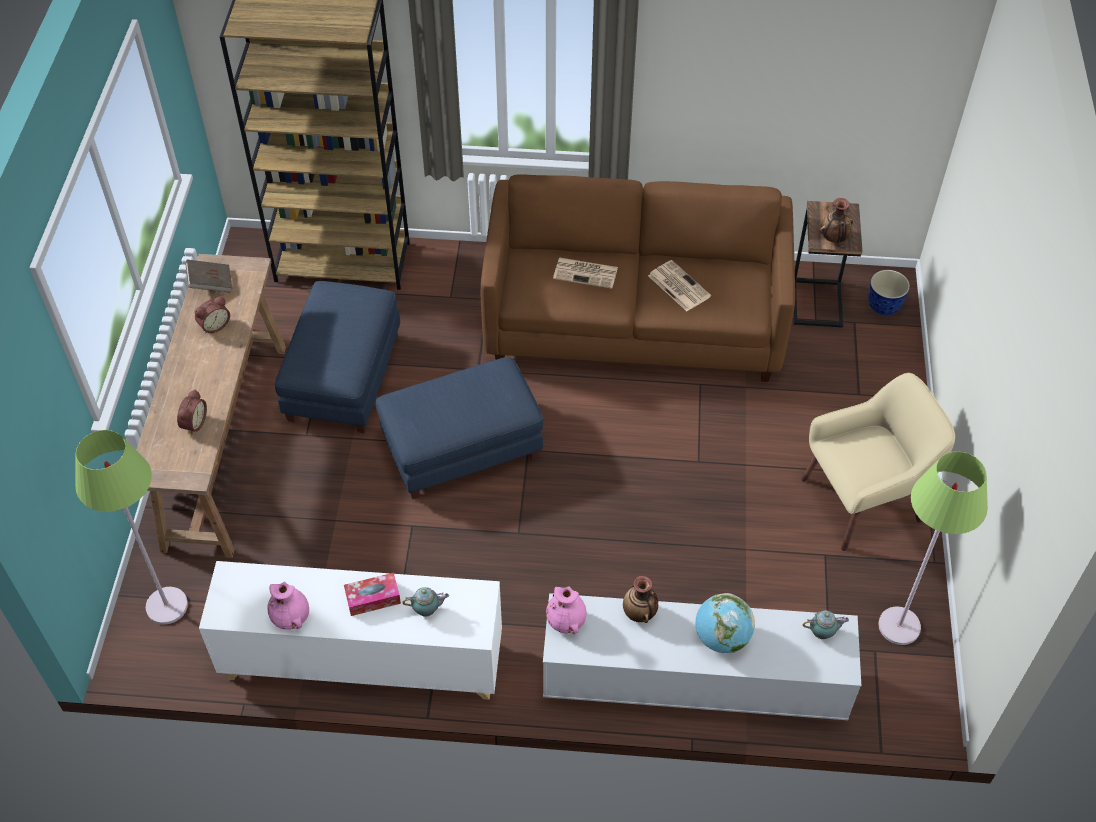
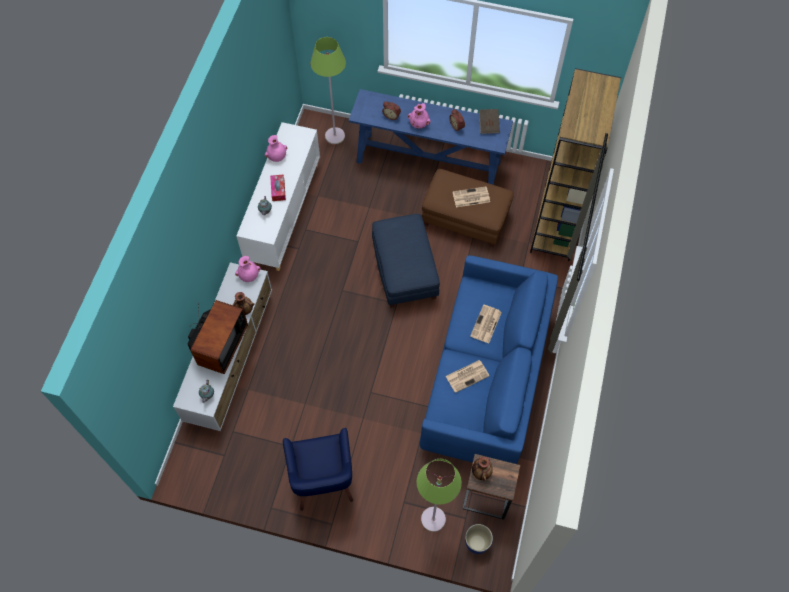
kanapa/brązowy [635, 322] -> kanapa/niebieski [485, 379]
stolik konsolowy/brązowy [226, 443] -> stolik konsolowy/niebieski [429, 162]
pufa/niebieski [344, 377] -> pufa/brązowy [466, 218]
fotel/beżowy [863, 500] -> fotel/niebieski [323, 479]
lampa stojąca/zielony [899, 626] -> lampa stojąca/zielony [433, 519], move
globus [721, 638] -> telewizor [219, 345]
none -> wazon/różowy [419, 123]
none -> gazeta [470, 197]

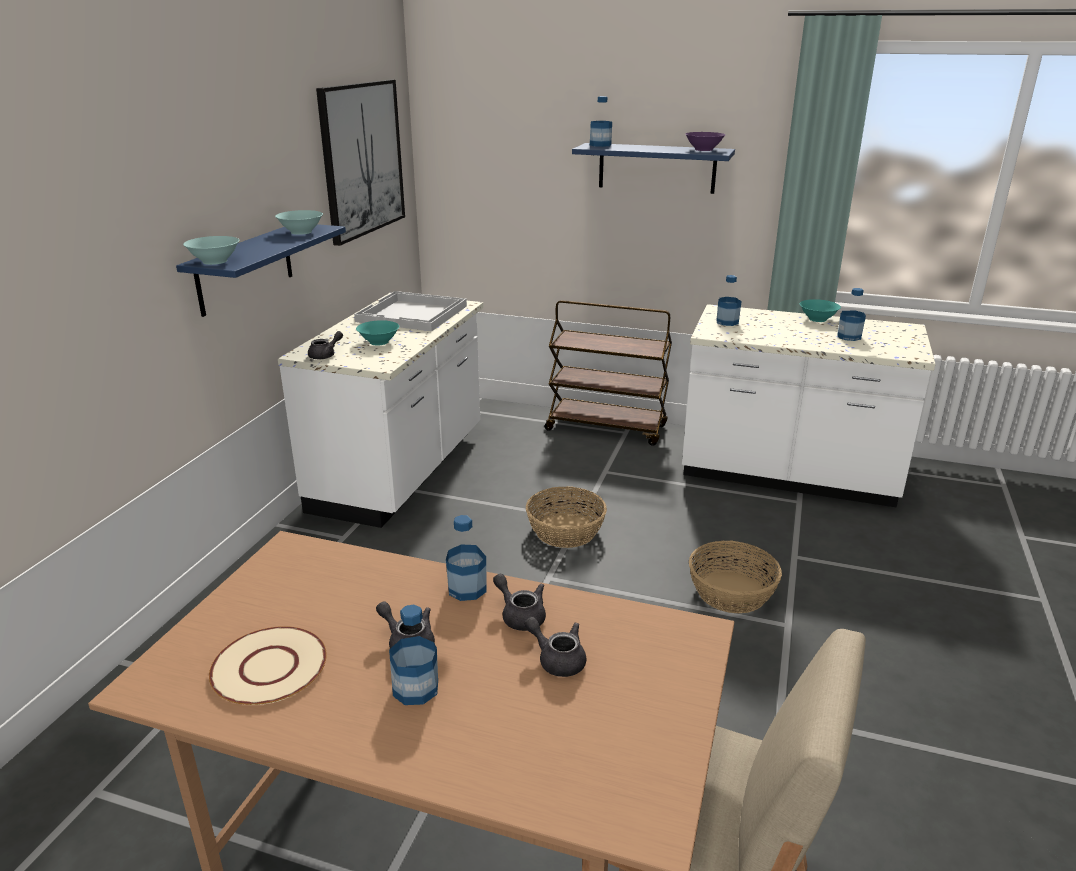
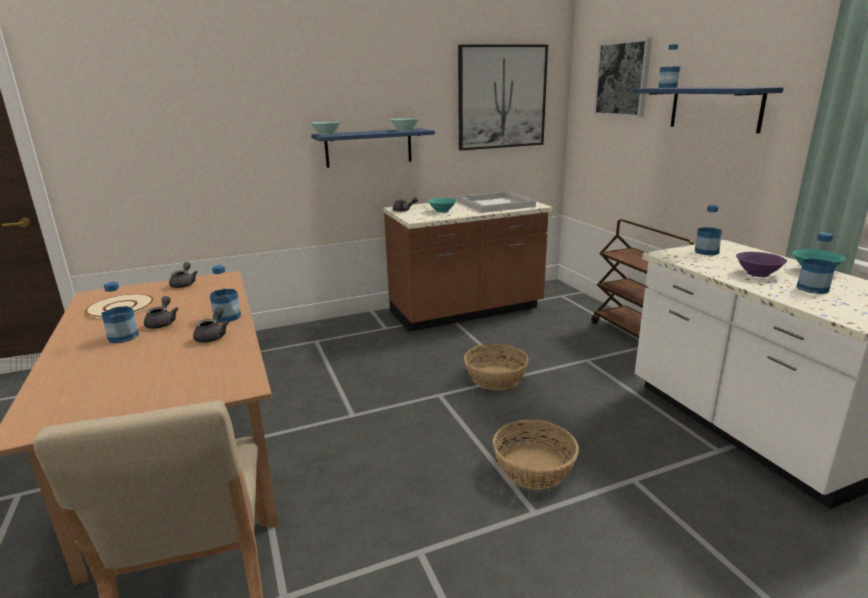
miska/fioletowy [704, 149] -> miska/fioletowy [758, 274], move
zabudowa kuchenna/biały [401, 471] -> zabudowa kuchenna/brązowy [466, 311]
imbryk/szary [557, 659] -> imbryk/szary [184, 284], move
none -> obraz [622, 79]

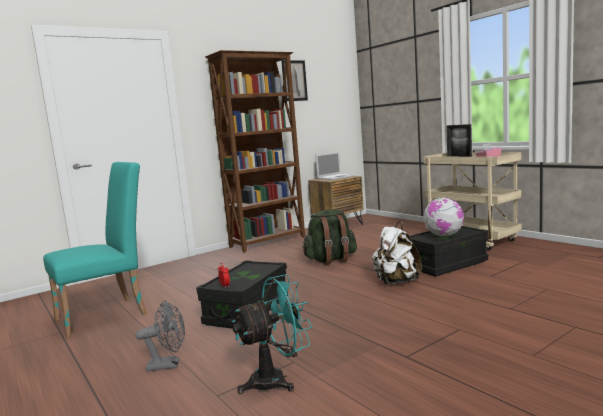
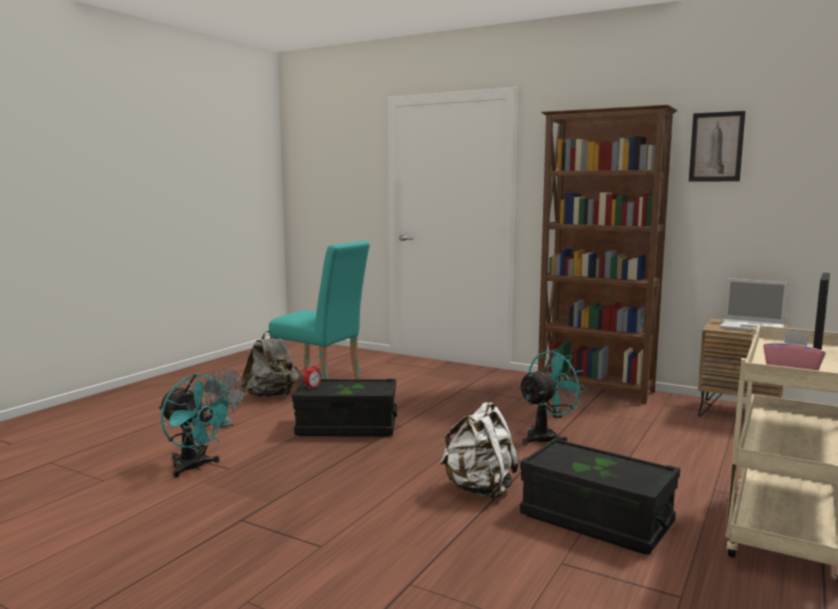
globus [444, 235] -> none
plecak/zielony [331, 260] -> wentylator/turkusowy [546, 437]
none -> plecak/szary [271, 396]

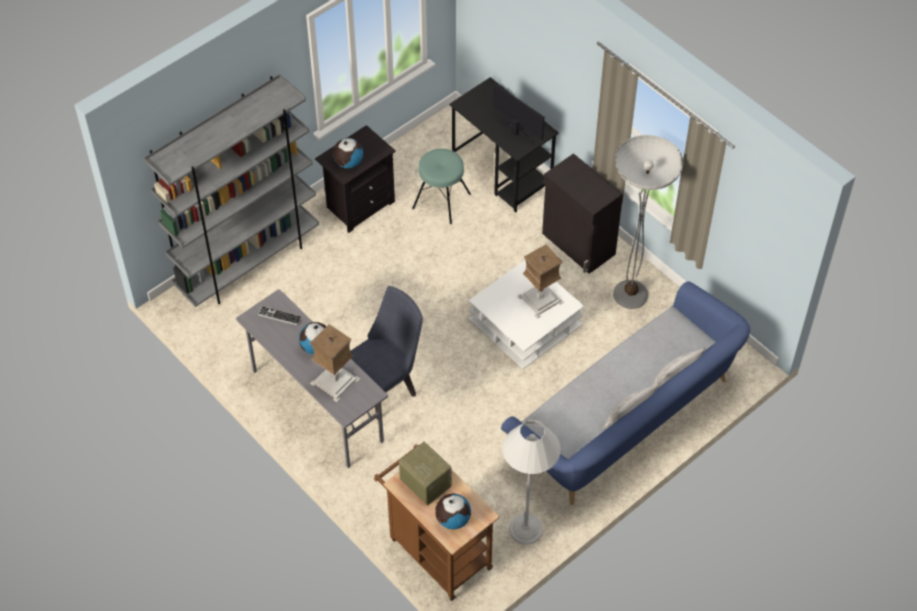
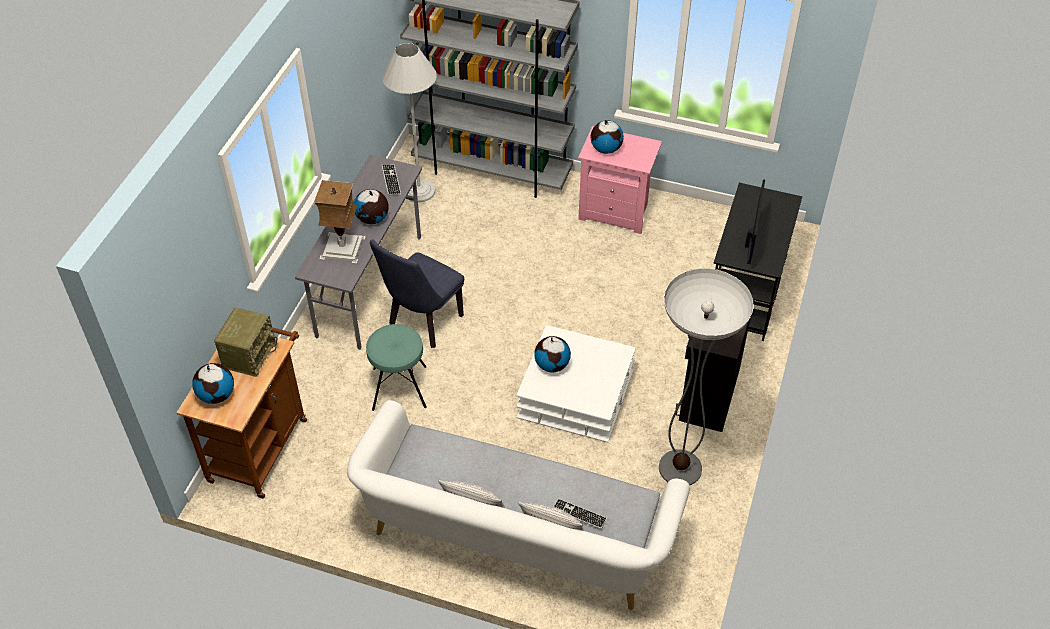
szafka nocna/czarny [359, 205] -> szafka nocna/różowy [616, 212]
stołek/turkusowy [441, 201] -> stołek/turkusowy [399, 387], move
lampa stołowa [540, 298] -> none
kanapa/niebieski [626, 419] -> kanapa/biały [515, 536]
krzesło/niebieski [386, 387] -> krzesło/niebieski [422, 324], 105 degrees clockwise
lampa stojąca/biały [526, 529] -> lampa stojąca/biały [419, 191], move
none -> globus [552, 365]
none -> klawiatura [579, 514]

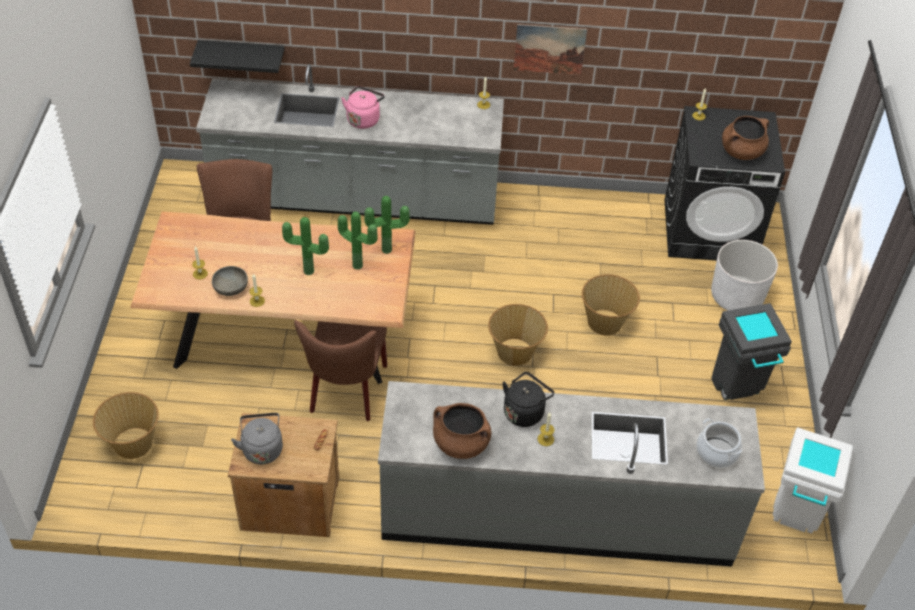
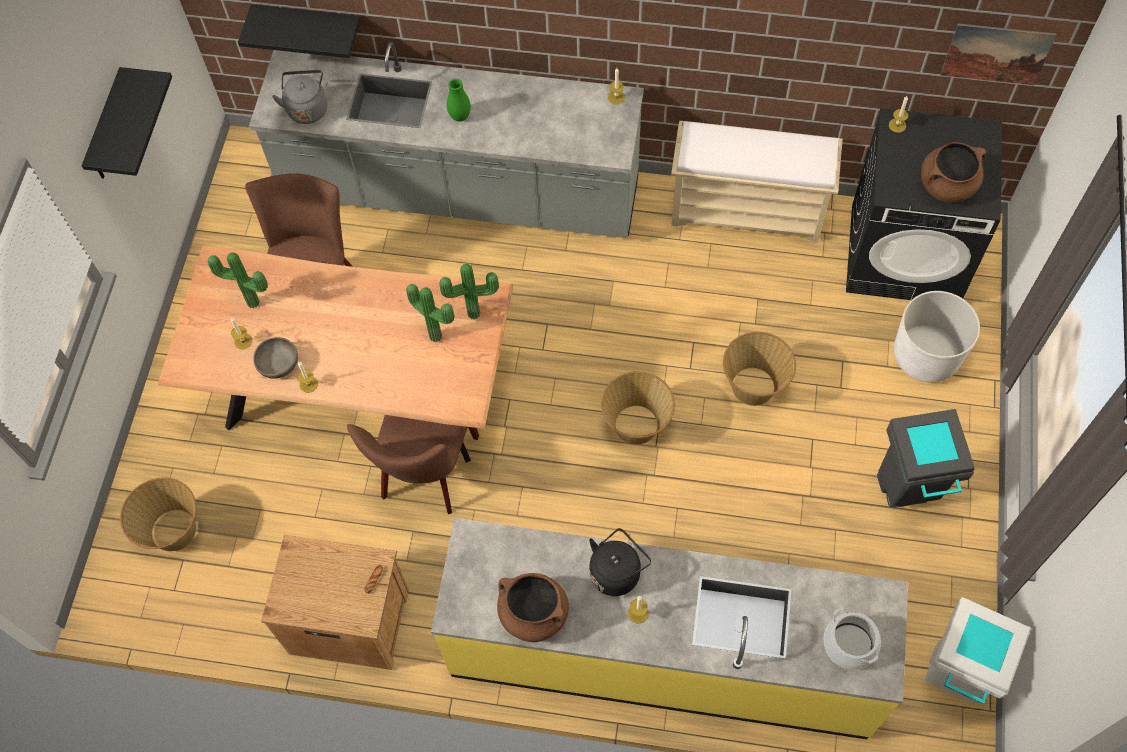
obraz [549, 49] -> obraz [996, 54], move
czajnik/różowy [364, 119] -> wazon/zielony [460, 117]
roślina doniczkowa [308, 273] -> roślina doniczkowa [252, 305], move
zabudowa kuchenna/szary [556, 514] -> zabudowa kuchenna/żółty [662, 655]
czajnik/szary [262, 448] -> czajnik/szary [307, 108], move
none -> półka/czarny [108, 129]
none -> ławka/beżowy [748, 211]

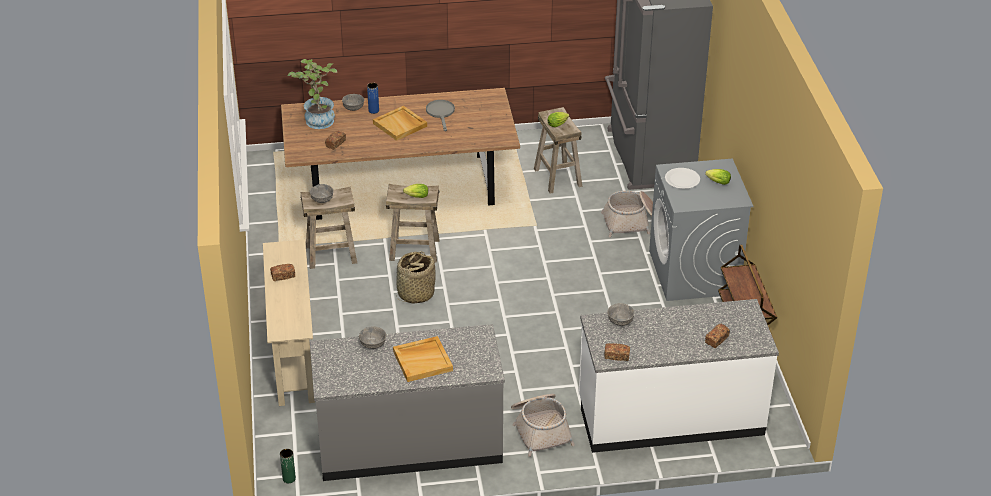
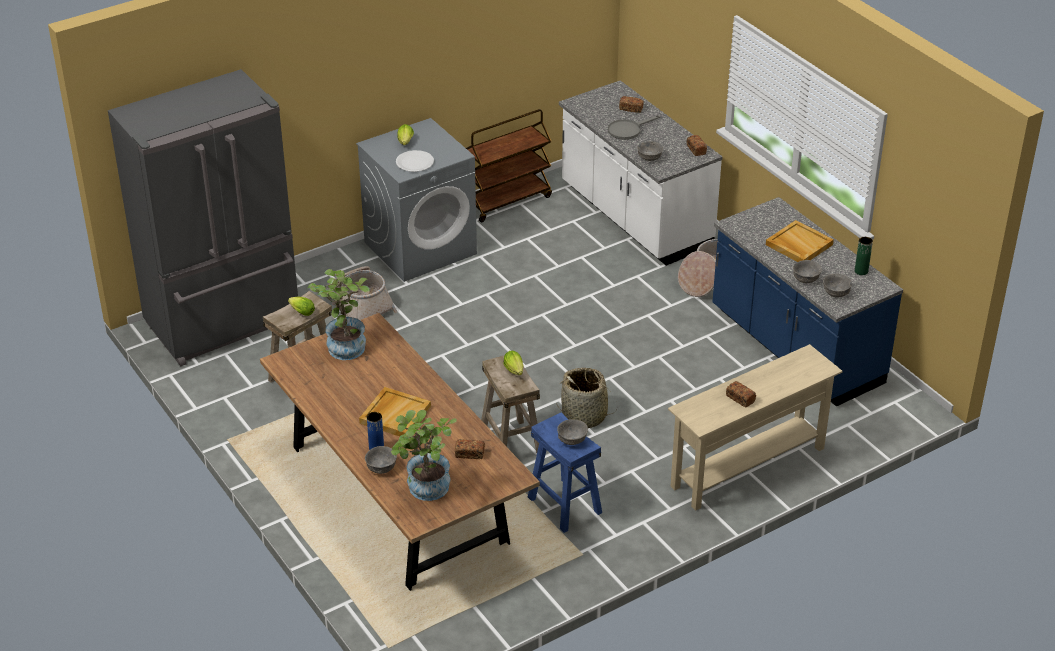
patelnia/szary [441, 113] -> patelnia/szary [628, 130], move
stołek/beżowy [331, 255] -> stołek/niebieski [565, 505]
zabudowa kuchenna/szary [409, 443] -> zabudowa kuchenna/niebieski [795, 348]
wazon/zielony [289, 478] -> wazon/zielony [861, 271], move
none -> roślina doniczkowa [344, 344]
none -> miska/szary [836, 293]

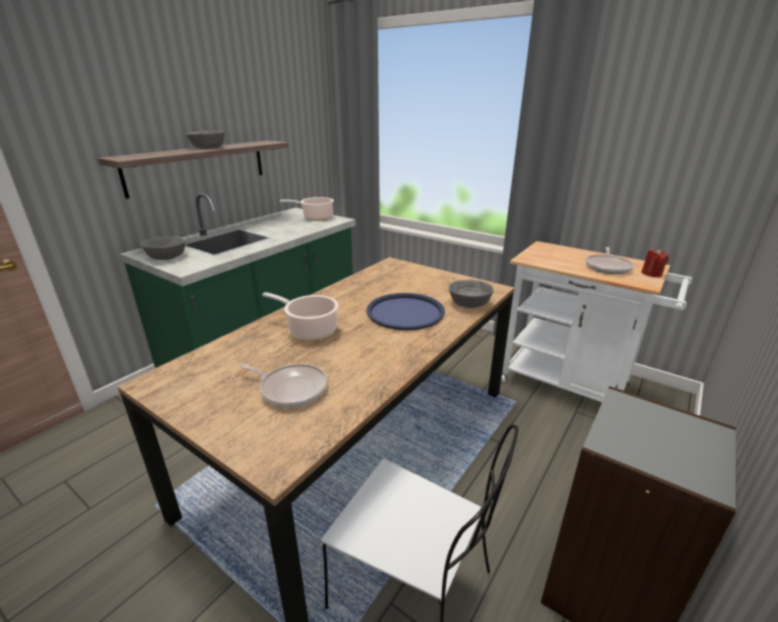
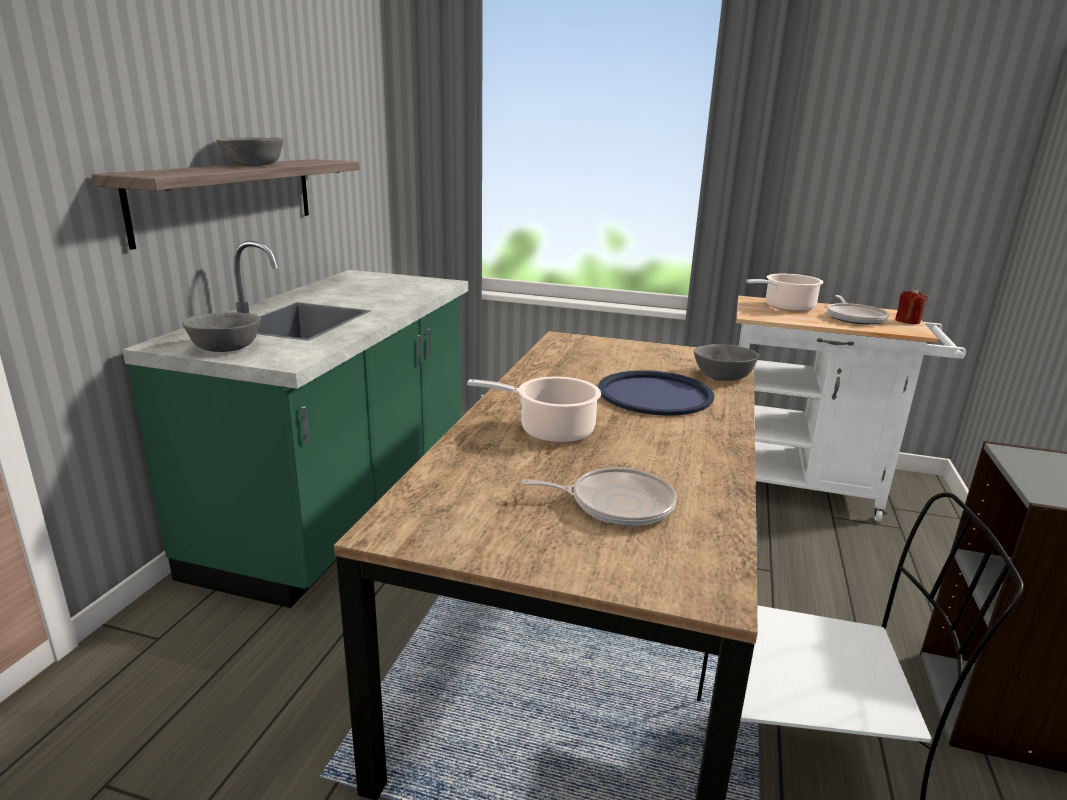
garnek [316, 218] -> garnek [786, 307], move

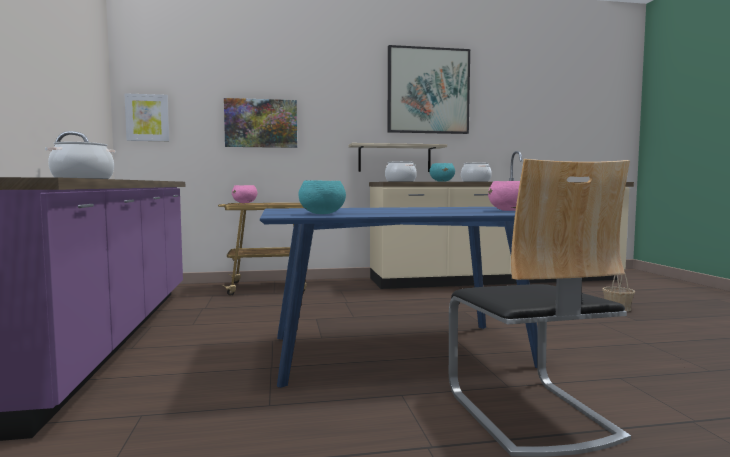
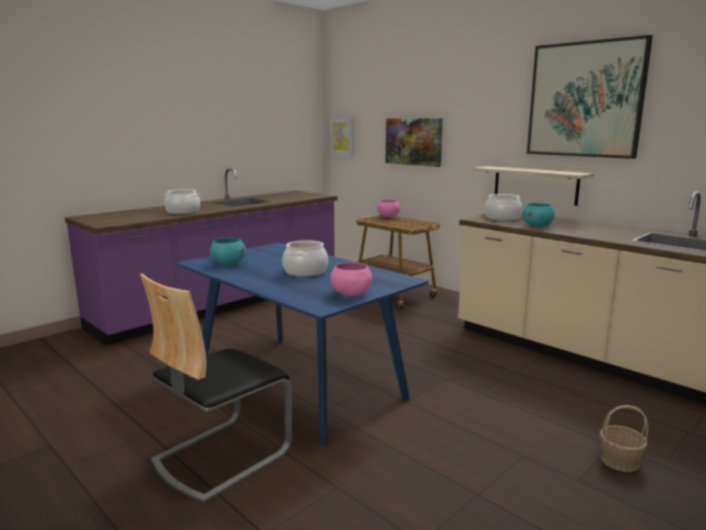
garnek [475, 181] -> garnek [305, 271], move

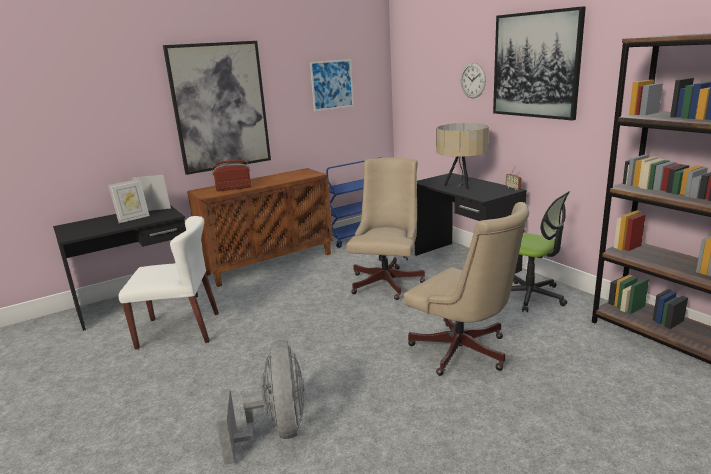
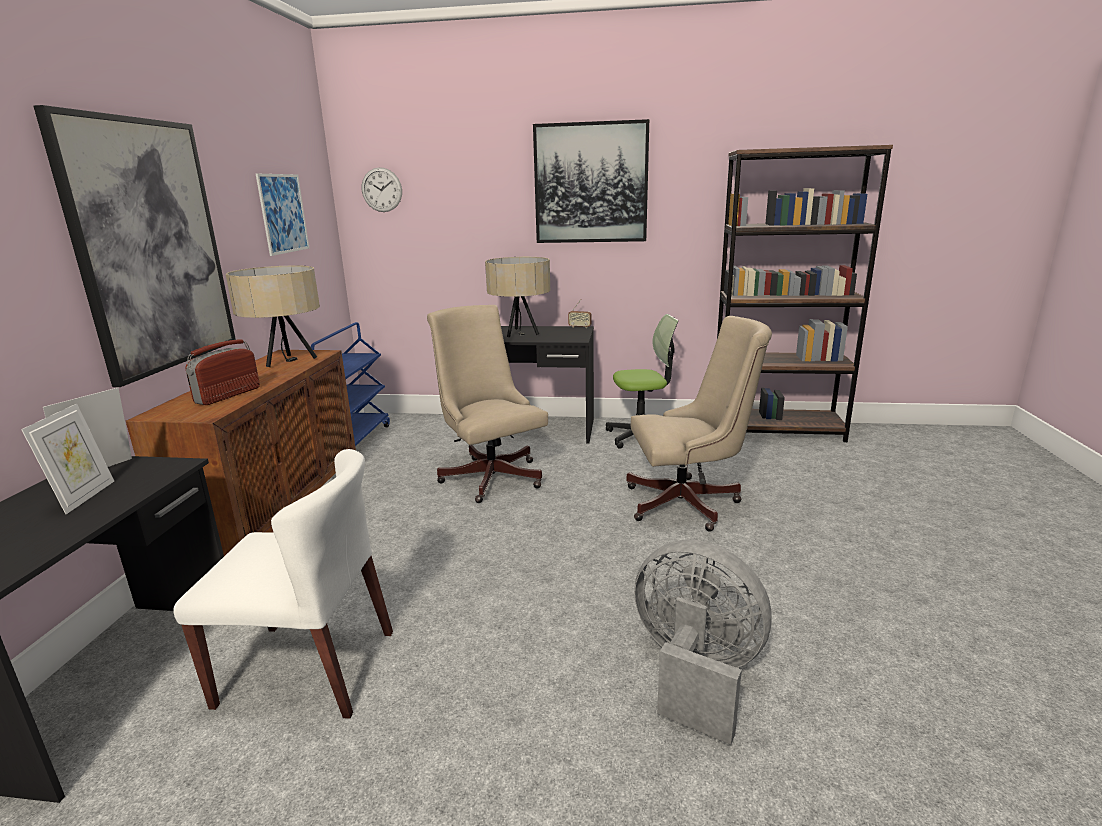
zegar ścienny [473, 80] -> zegar ścienny [381, 190], move
krzesło/biały [180, 330] -> krzesło/biały [309, 668], 60 degrees clockwise
none -> lampa stołowa/beżowy [287, 362]

